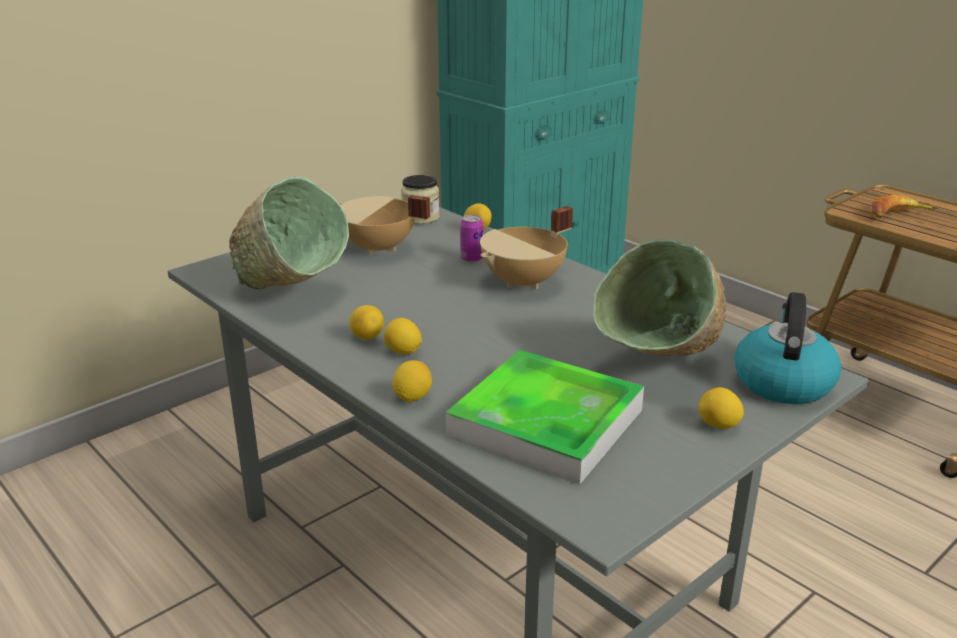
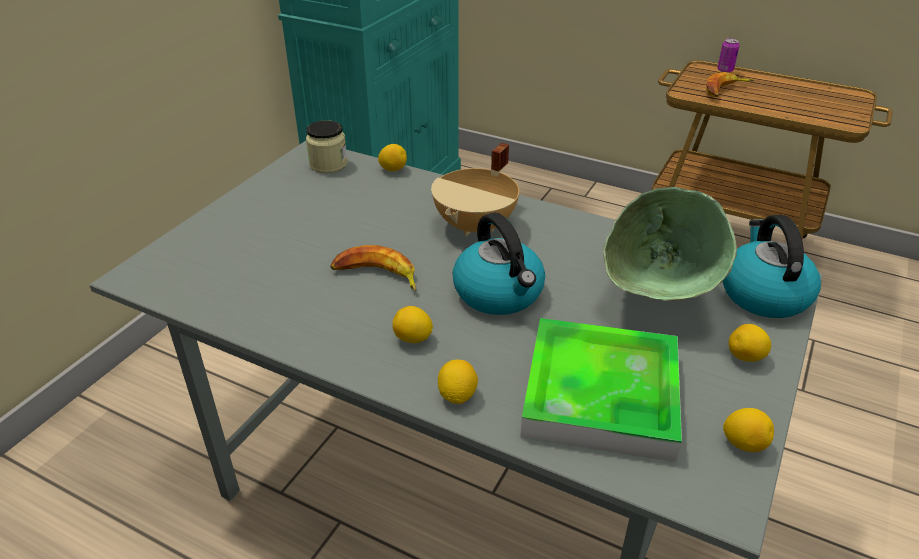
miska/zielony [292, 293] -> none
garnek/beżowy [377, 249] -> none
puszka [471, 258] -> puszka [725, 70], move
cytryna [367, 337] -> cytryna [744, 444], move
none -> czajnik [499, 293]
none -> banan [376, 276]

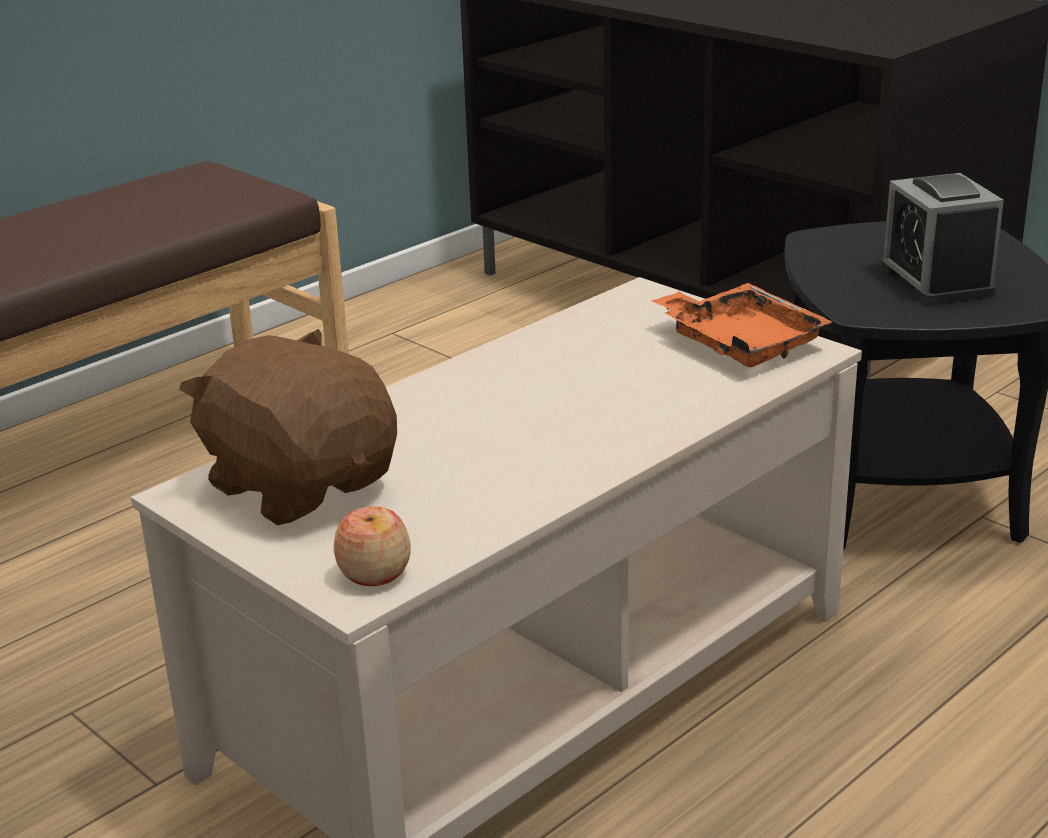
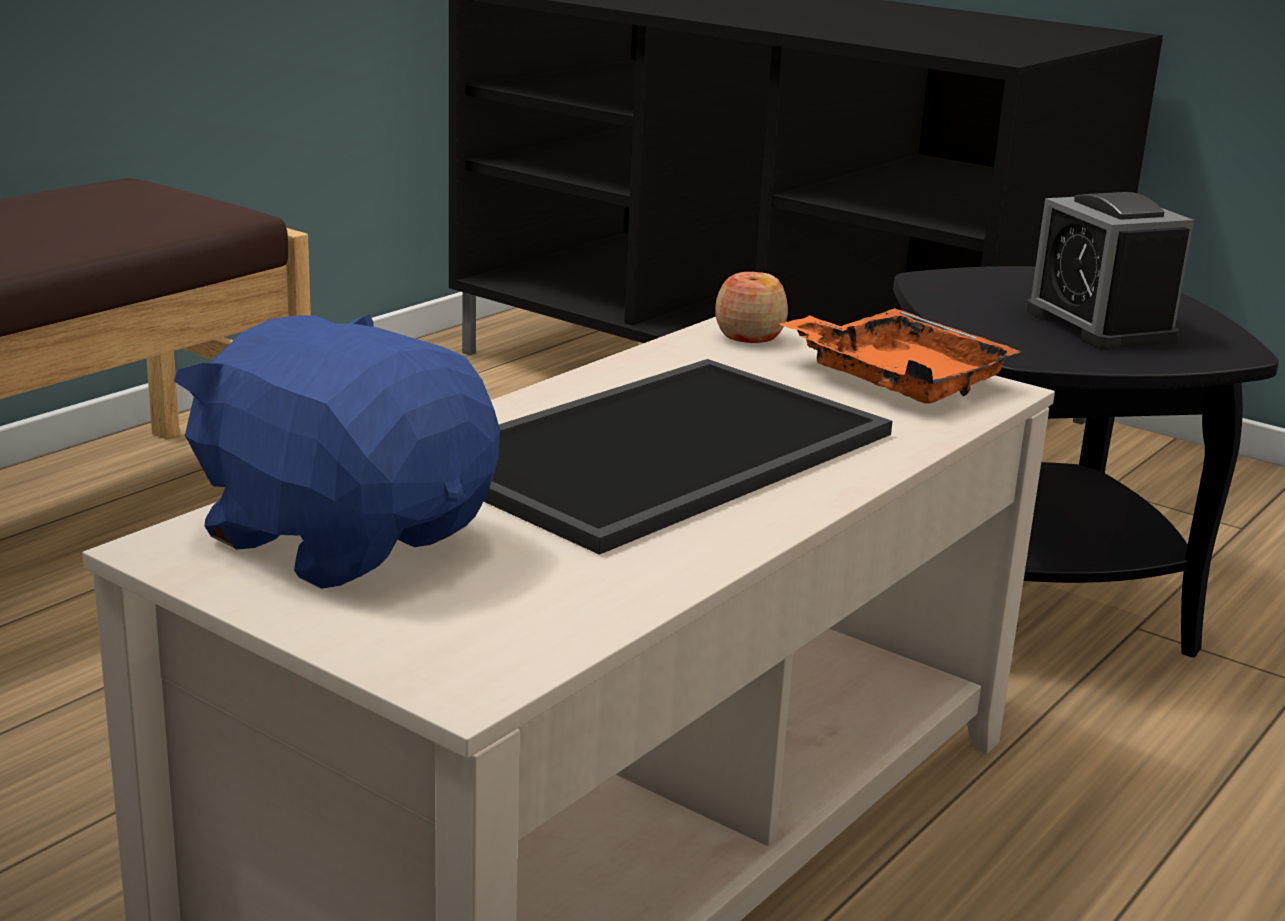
pluszak/brązowy [301, 484] -> pluszak/niebieski [344, 536]
jabłko [374, 573] -> jabłko [749, 337], move
none -> taca [662, 454]

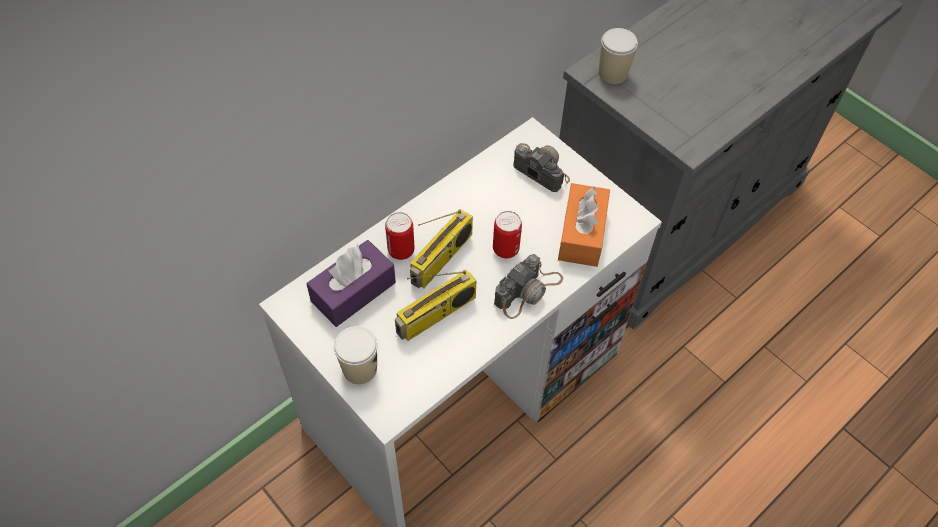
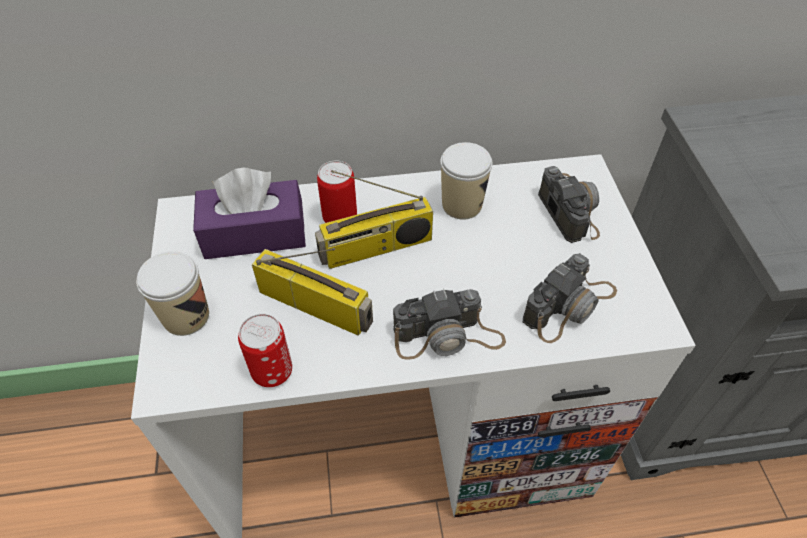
filiżanka [613, 73] -> filiżanka [462, 205], move
pudełko chusteczek/pomarańczowy [582, 234] -> aparat fotograficzny [569, 305]
puszka [505, 249] -> puszka [272, 372], move
radio [436, 315] -> radio [317, 305], 150 degrees counterclockwise

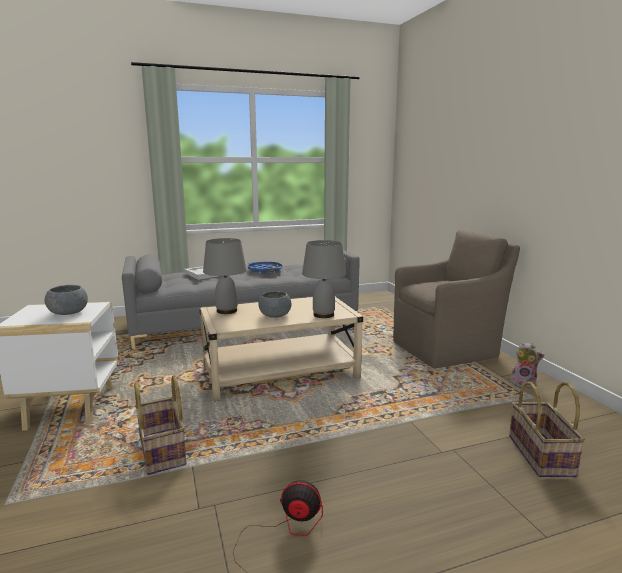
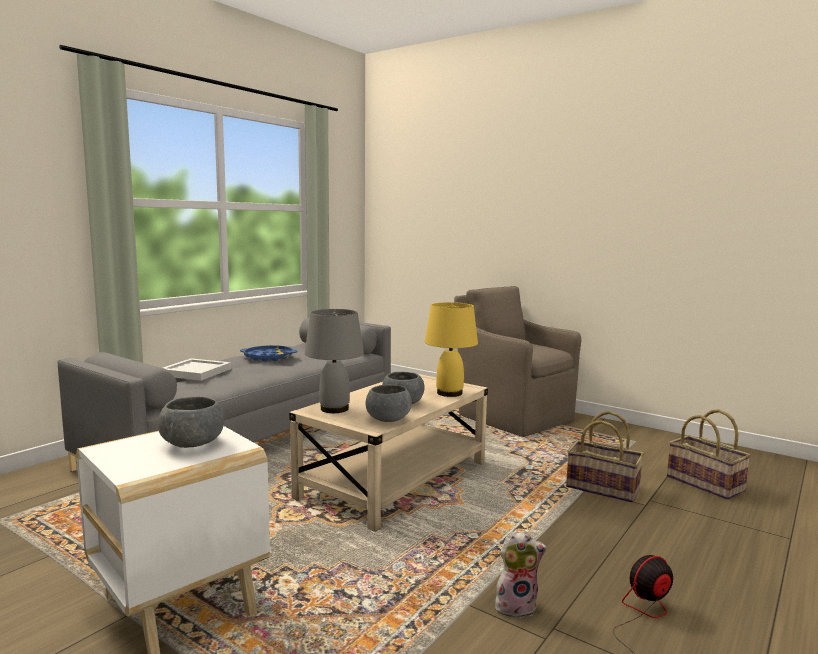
fotel/brązowy [447, 349] -> fotel/brązowy [512, 416], 75 degrees counterclockwise
lampa stołowa/szary [324, 315] -> lampa stołowa/żółty [450, 393]
pluszak [523, 383] -> pluszak [516, 606], move
koszyk [163, 451] -> koszyk [603, 488], move
none -> miska/szary [388, 419]

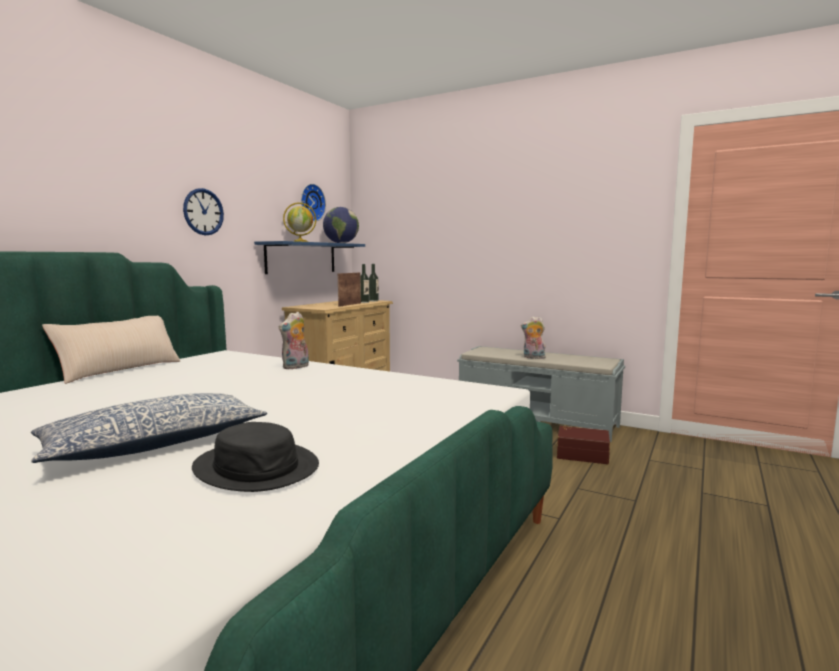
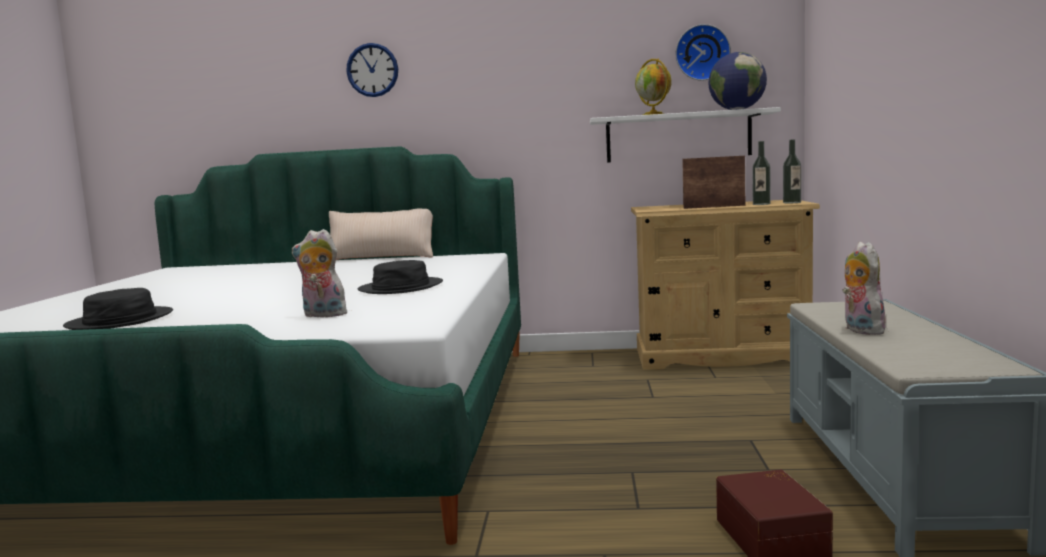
zegar ścienny [203, 212] -> zegar ścienny [372, 70], move
półka/niebieski [301, 258] -> półka/biały [678, 137]
pluszak [296, 367] -> pluszak [322, 315], move
poduszka [154, 444] -> none
none -> kapelusz/czarny [401, 288]

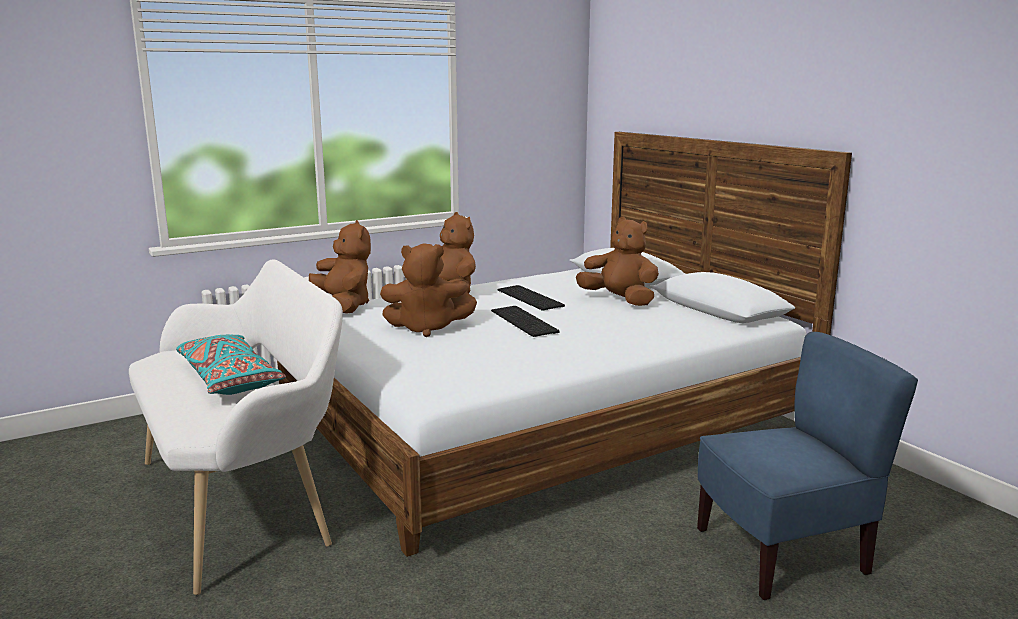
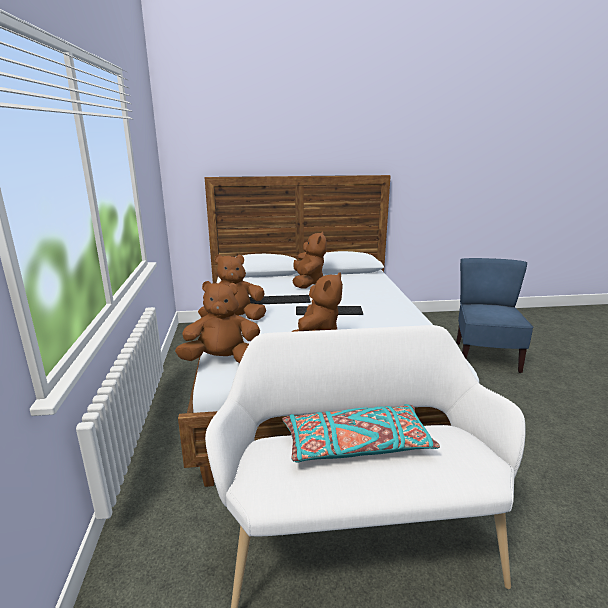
pluszak/brązowy [619, 300] -> pluszak/brązowy [308, 283], 120 degrees clockwise

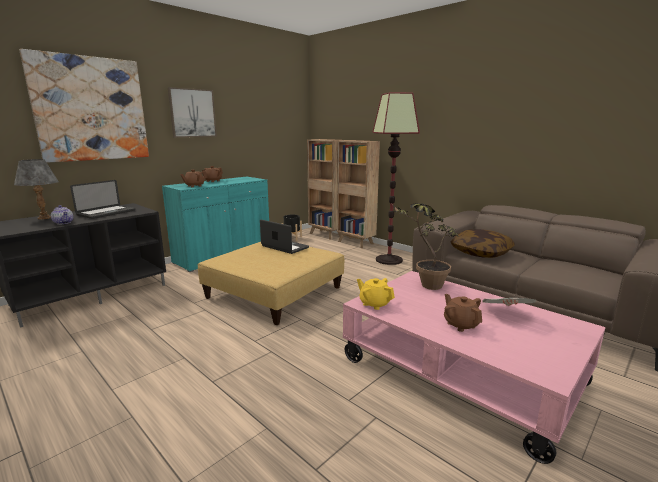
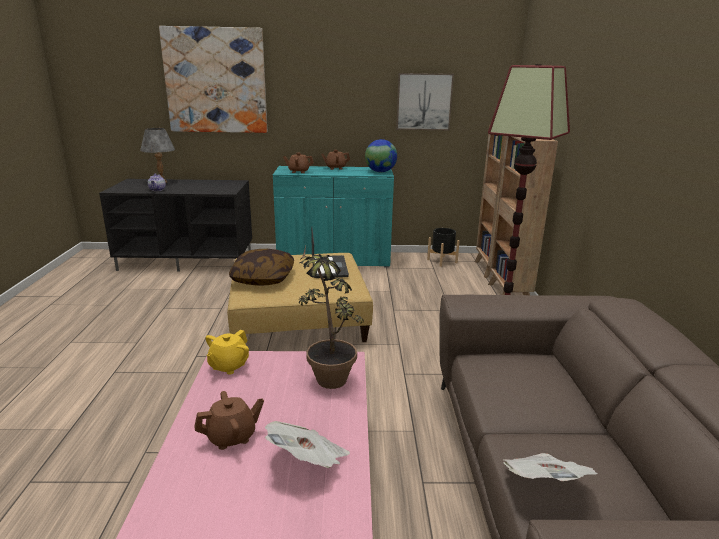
obraz [192, 113] -> obraz [424, 102], move
laptop [106, 213] -> none
poduszka [481, 253] -> poduszka [263, 278], move
imbryk/żółty [374, 304] -> imbryk/żółty [228, 366], 150 degrees counterclockwise
imbryk/brązowy [460, 324] -> imbryk/brązowy [232, 437], 45 degrees clockwise
none -> globus [380, 172]
none -> gazeta [543, 484]

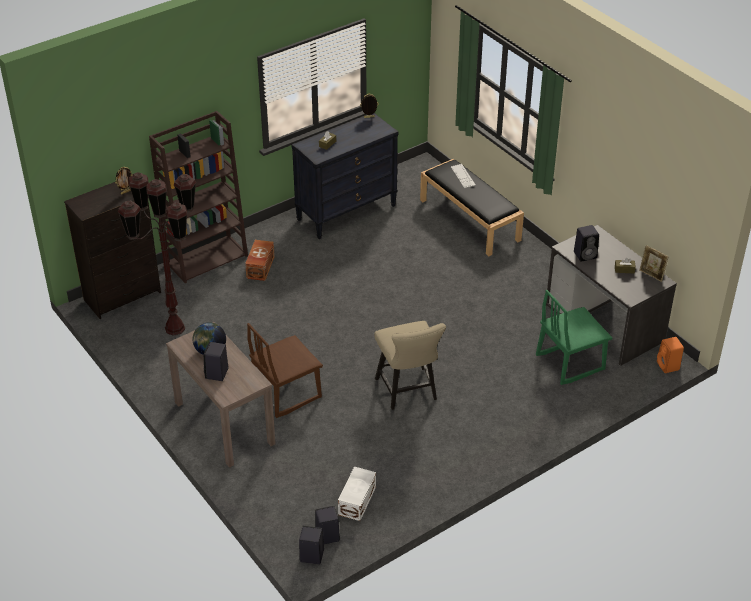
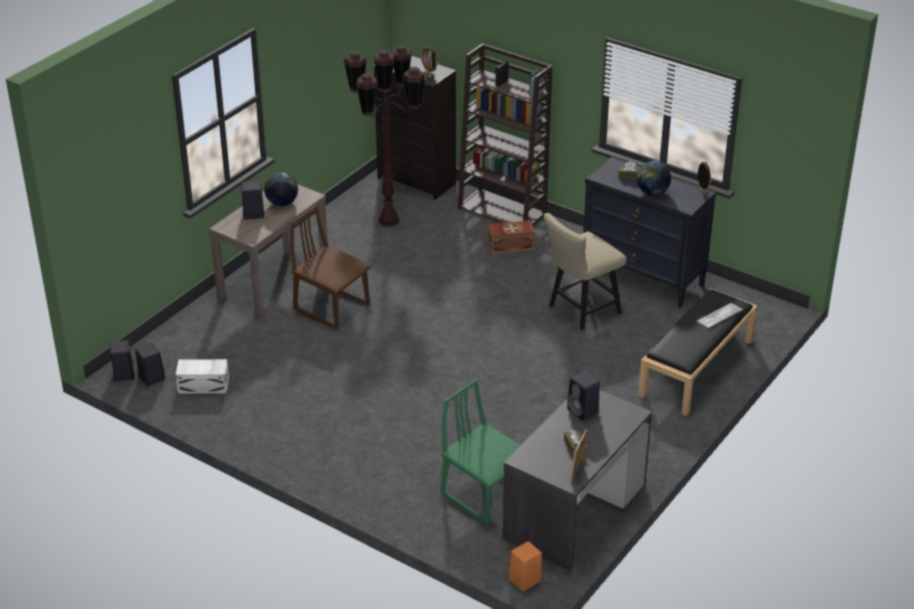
krzesło/beżowy [408, 392] -> krzesło/beżowy [580, 311], move
none -> globus [652, 193]

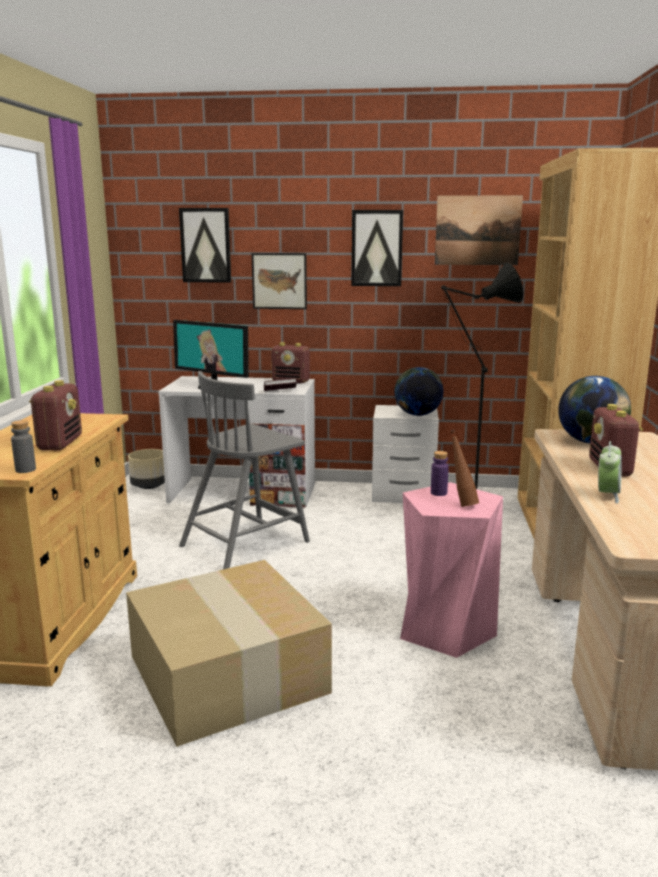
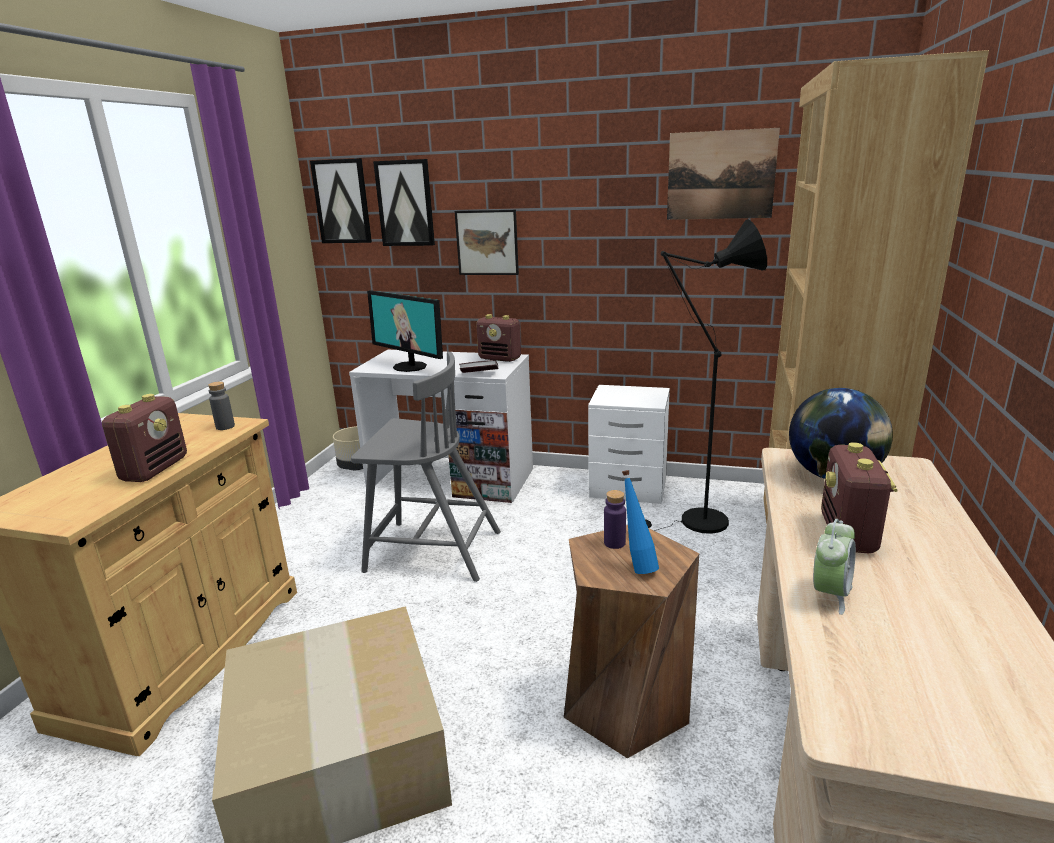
obraz [377, 248] -> obraz [342, 201], move
globus [417, 414] -> none
krzesło/szary [246, 543] -> krzesło/szary [431, 551], 135 degrees counterclockwise
butelka/szary [25, 470] -> butelka/szary [225, 427], move
butelka/brązowy [461, 504] -> butelka/niebieski [637, 566]
stołek/różowy [445, 629] -> stołek/brązowy [625, 705]

